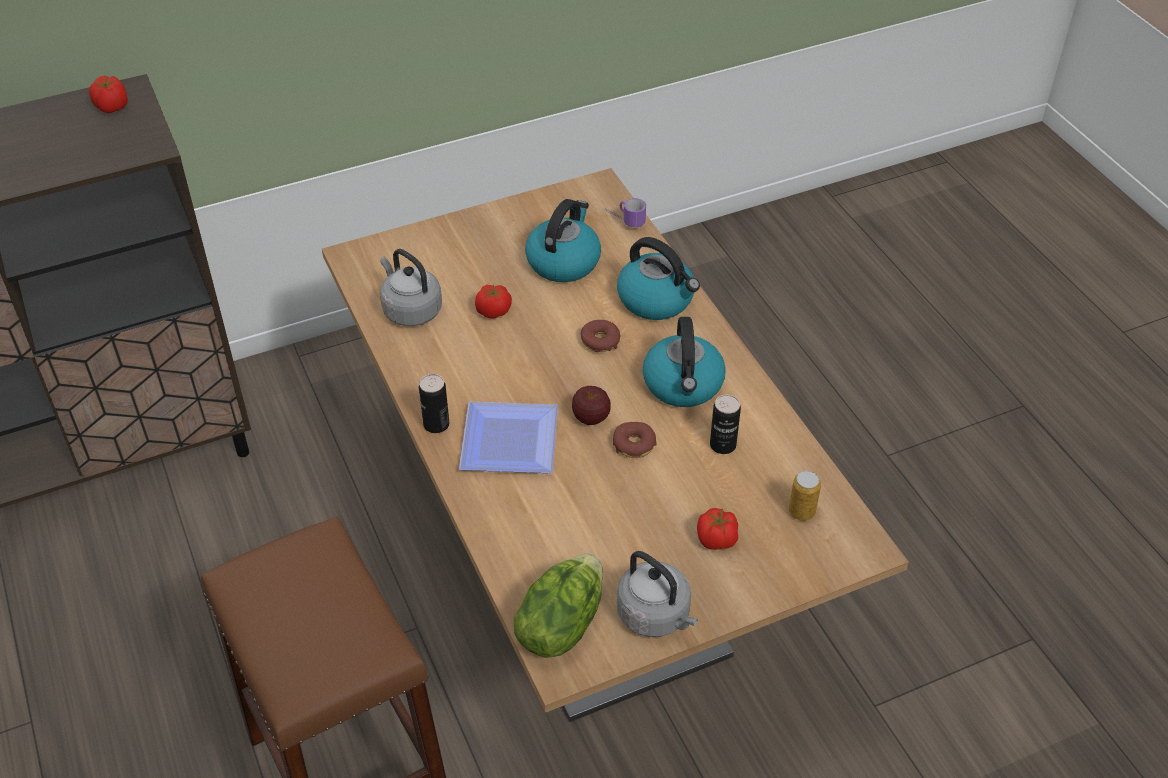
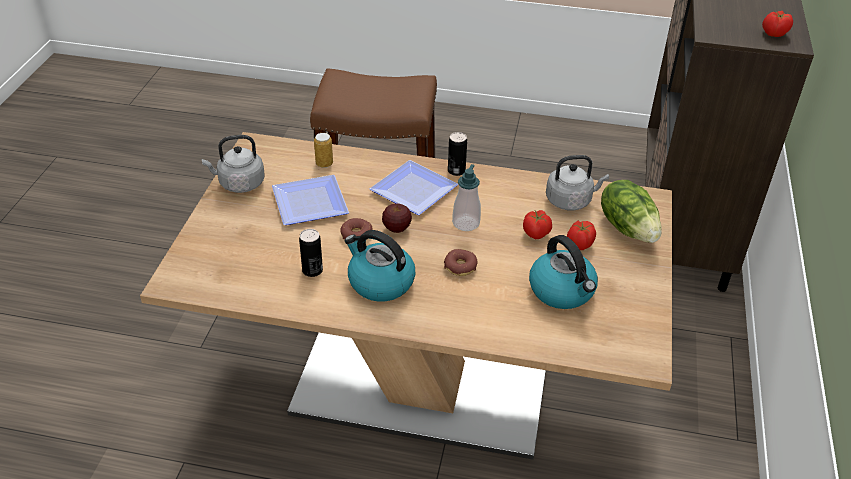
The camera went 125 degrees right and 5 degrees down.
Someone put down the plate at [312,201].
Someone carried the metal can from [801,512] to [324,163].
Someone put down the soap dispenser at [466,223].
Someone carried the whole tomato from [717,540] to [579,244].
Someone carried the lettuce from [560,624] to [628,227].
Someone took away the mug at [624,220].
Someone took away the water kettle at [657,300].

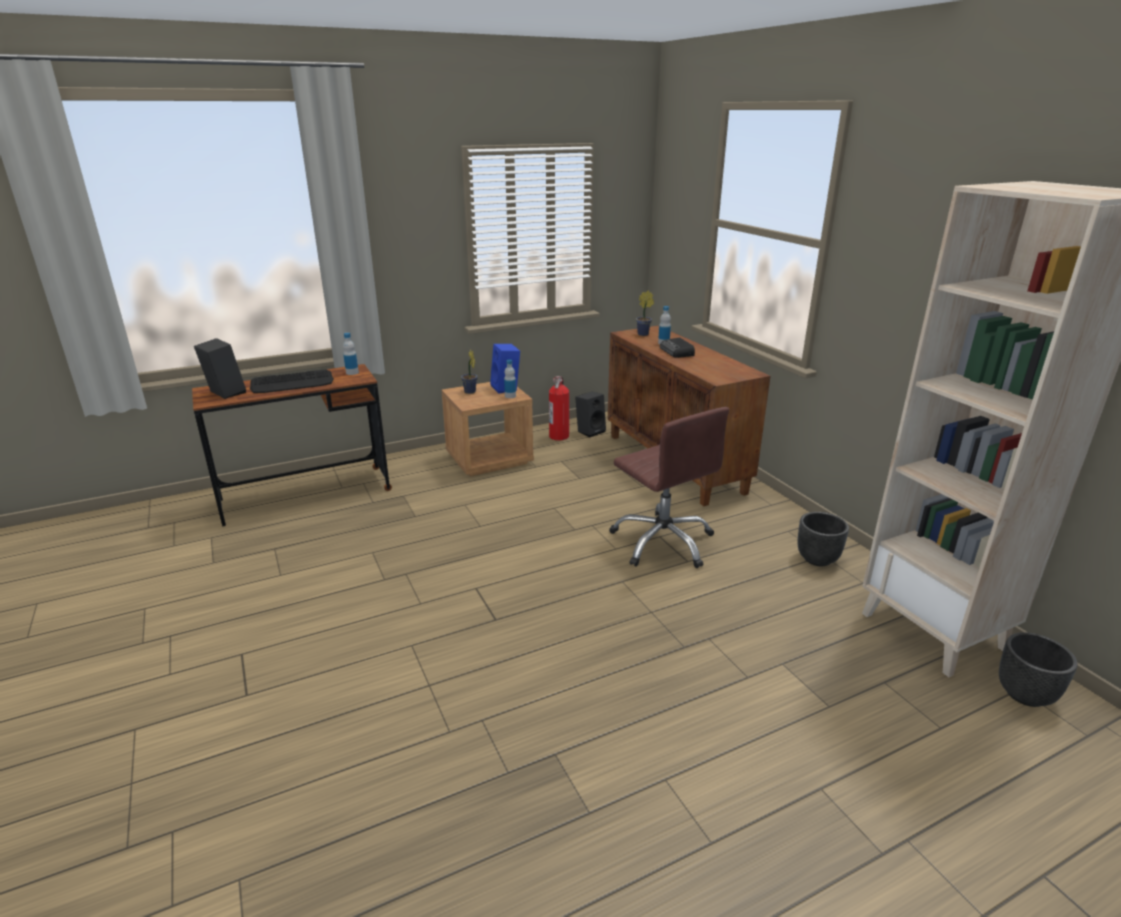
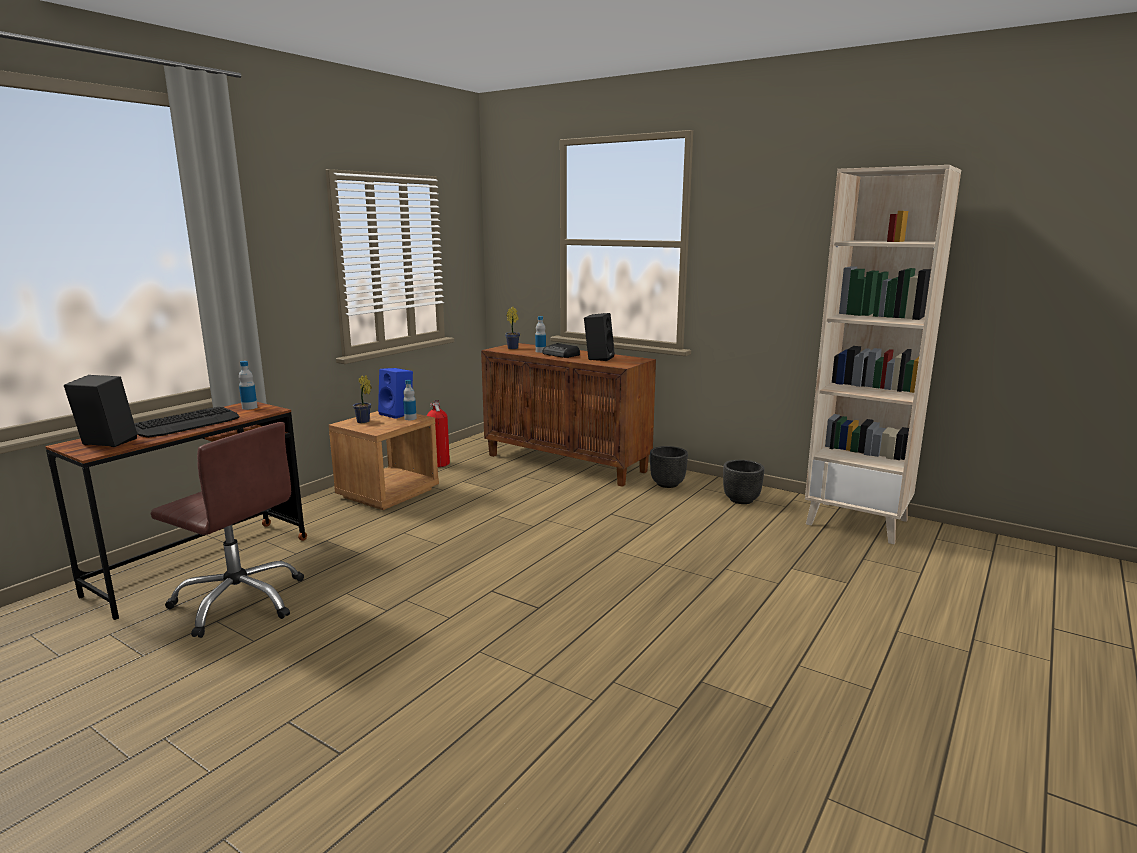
The camera went 30 degrees left and 10 degrees down.
Someone carried the office chair (brown-coloured) from [663,541] to [240,601].
Someone carried the speaker (black) from [590,431] to [598,358].
Someone carried the flower pot (black) from [1026,695] to [668,484].

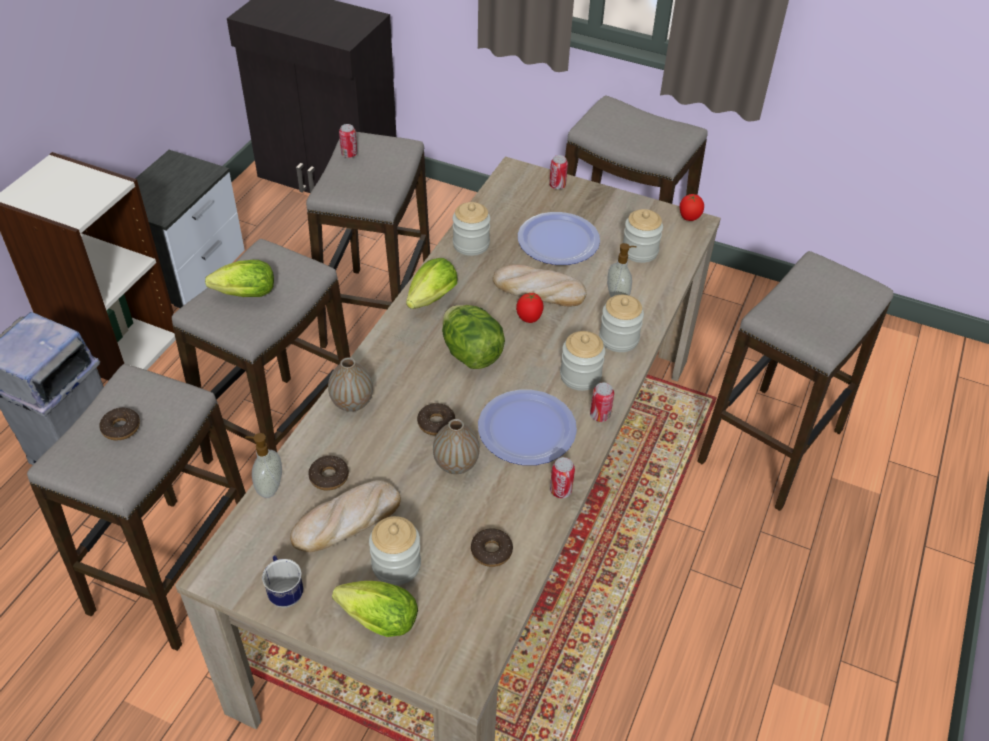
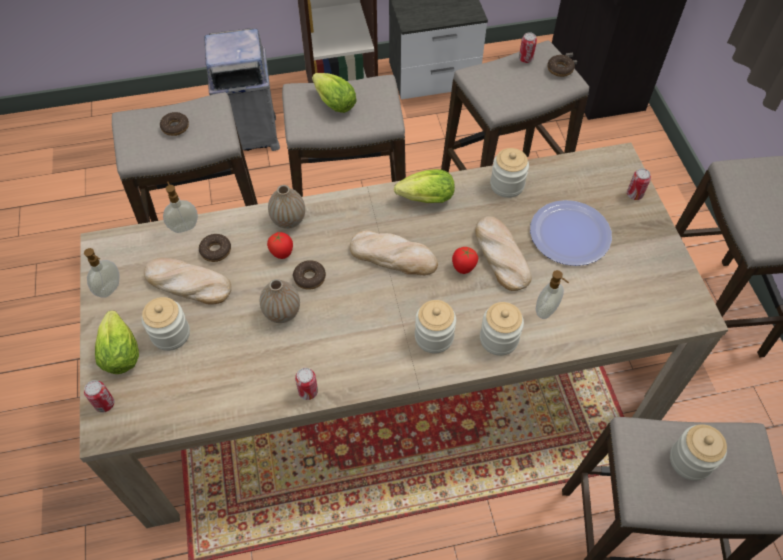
The camera went 55 degrees right and 10 degrees up.
Someone swapped the mug at [284,591] for the soap dispenser at [110,289].
Someone carried the metal can from [600,415] to [105,404].
Someone carried the whole tomato from [689,218] to [282,253].
Someone swapped the lettuce at [471,354] for the bread at [393,256].
Someone carried the ring doughnut from [491,551] to [560,69].
Someone carried the jar from [639,251] to [690,460].
Someone took away the plate at [526,429].

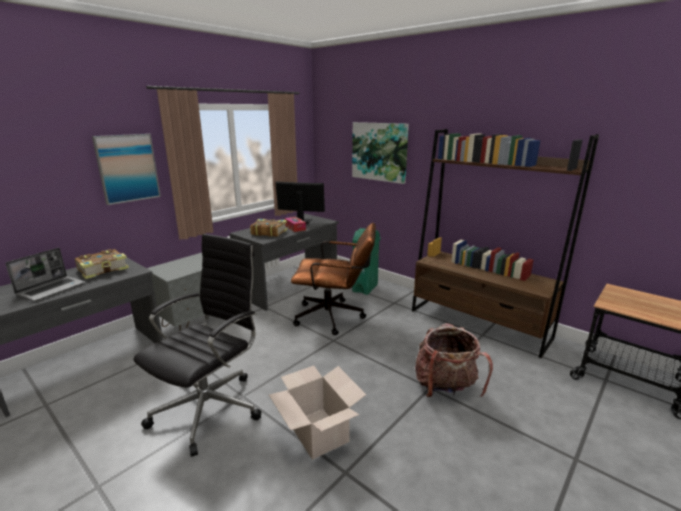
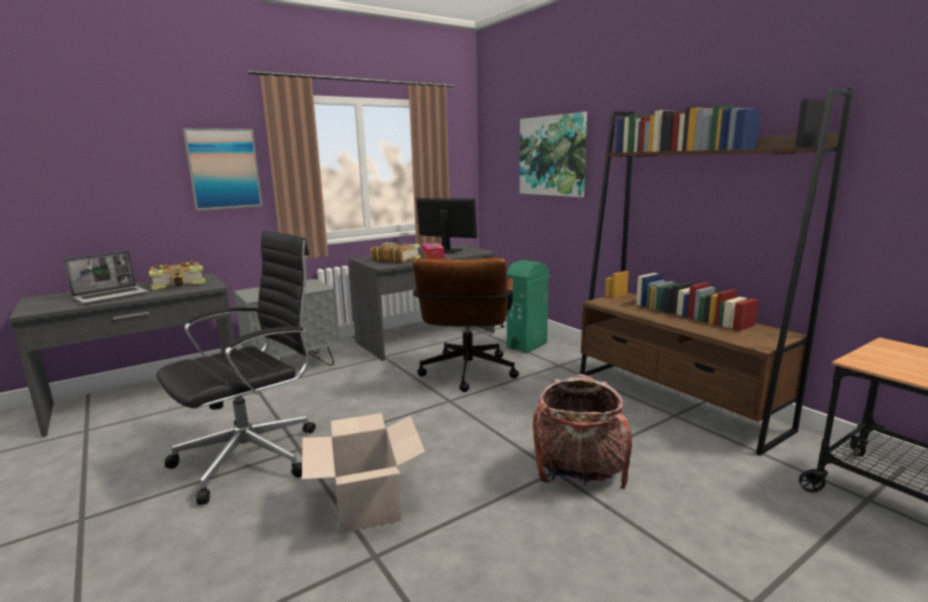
The camera went 15 degrees right and 5 degrees down.
Someone rotated the office chair (brown-coloured) at [335,317] by 75 degrees clockwise.

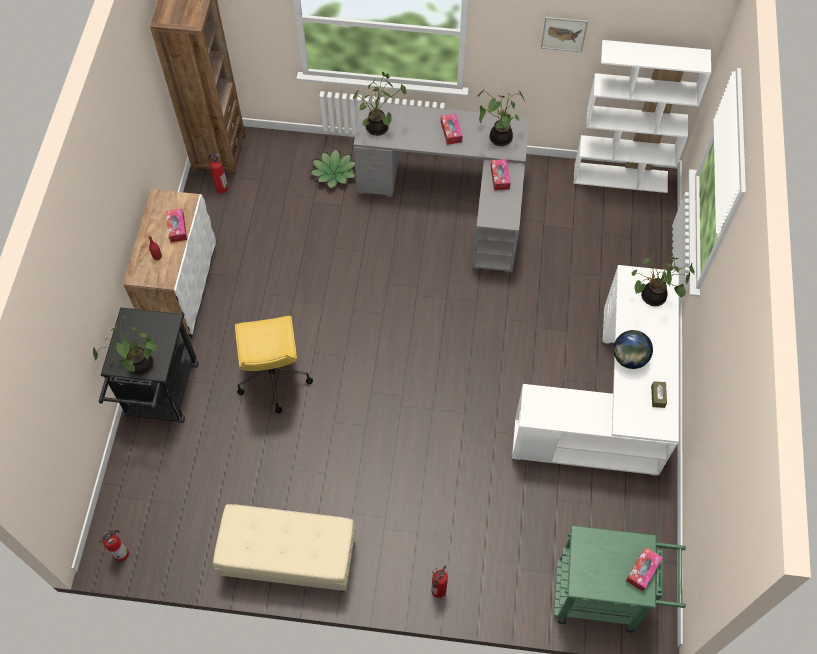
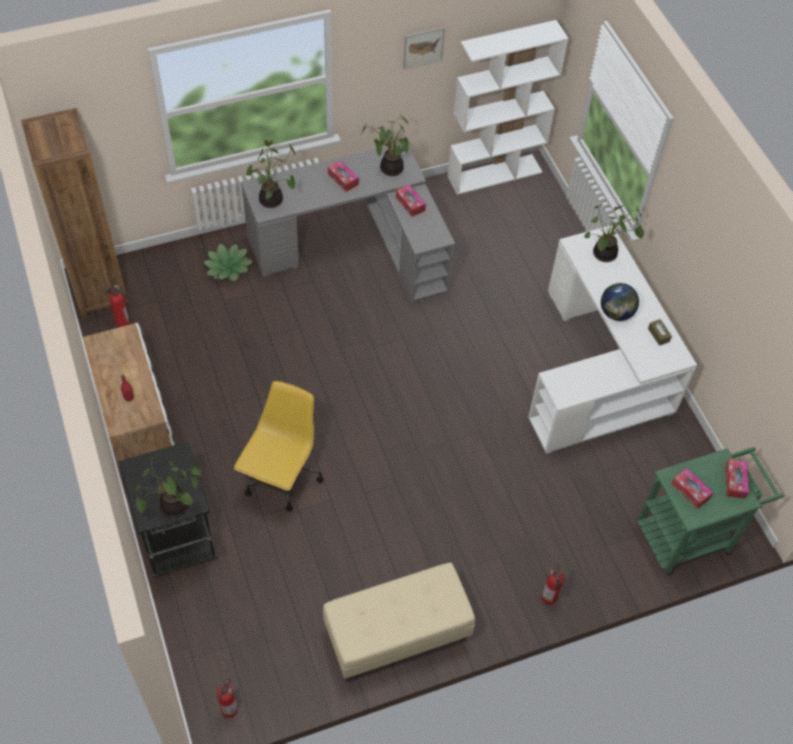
The camera went 30 degrees left and 5 degrees down.
Someone rotated the office chair (yellow) at [273,377] by 120 degrees counterclockwise.
Someone carried the box of tissues from [177,228] to [690,491].

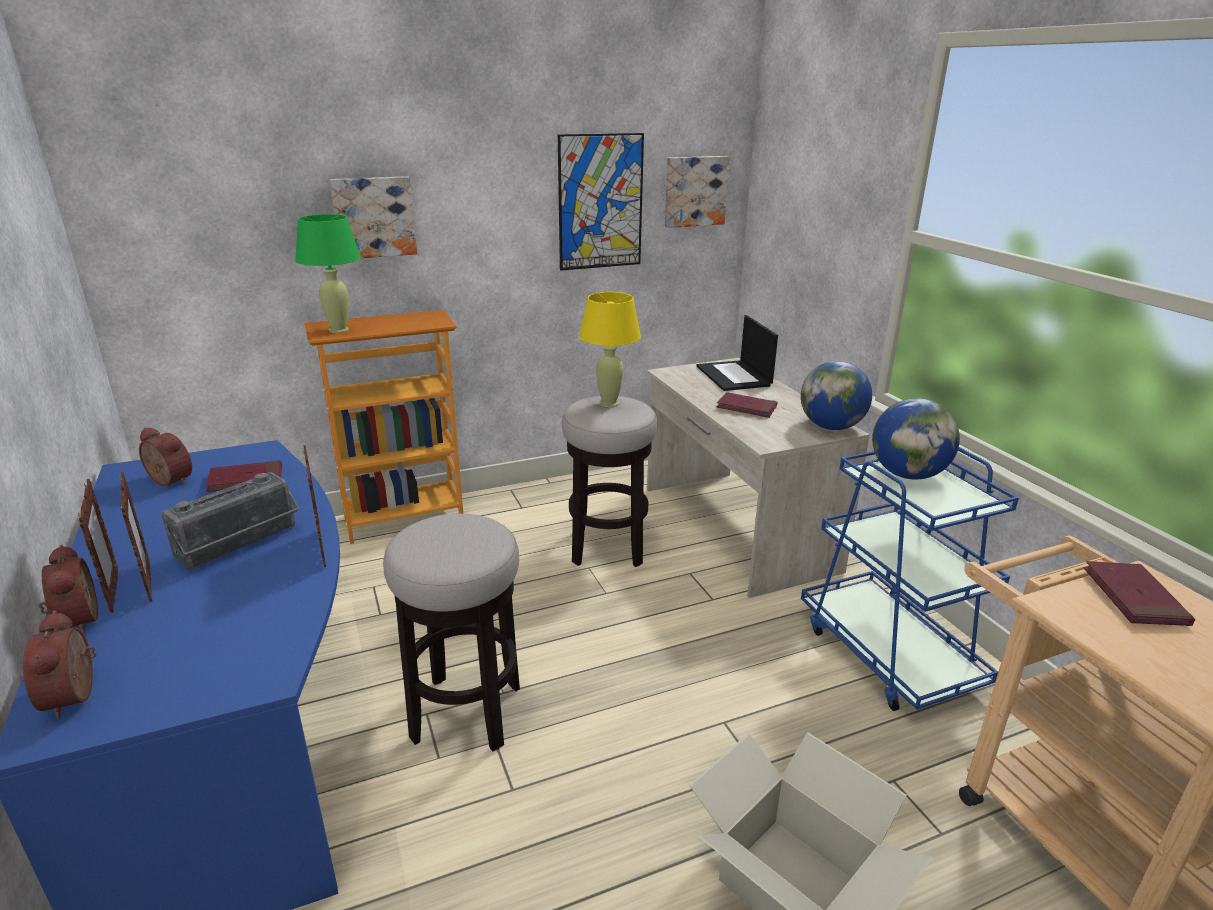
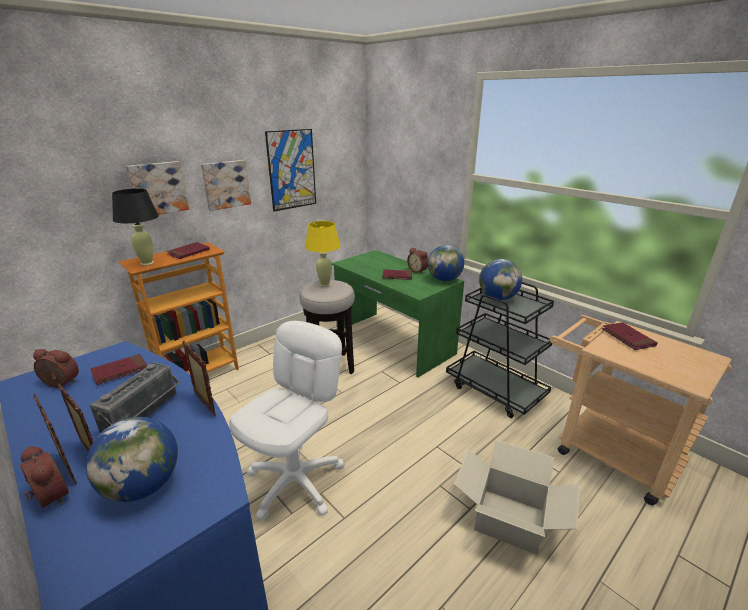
The camera went 20 degrees left and 0 degrees up.
Someone put down the desk globe at [143,486].
Someone repainted the tabletop lamp (green-coloured) at [339,330], which became the tabletop lamp (black) at [147,263].
Someone put down the bound book (red) at [189,252].
Someone carried the wall art from [694,191] to [226,184].
Someone swapped the stool seat at [467,713] for the office chair (whitish) at [296,481].
Someone repainted the desk unit (beige) at [735,528], which became the desk unit (green-coloured) at [393,342].
Someone carried the bedside clock from [76,695] to [418,270].
Someone repainted the wheeled cart (blue-coloured) at [888,654], which became the wheeled cart (black) at [495,390].
Someone took away the portable computer at [734,376].

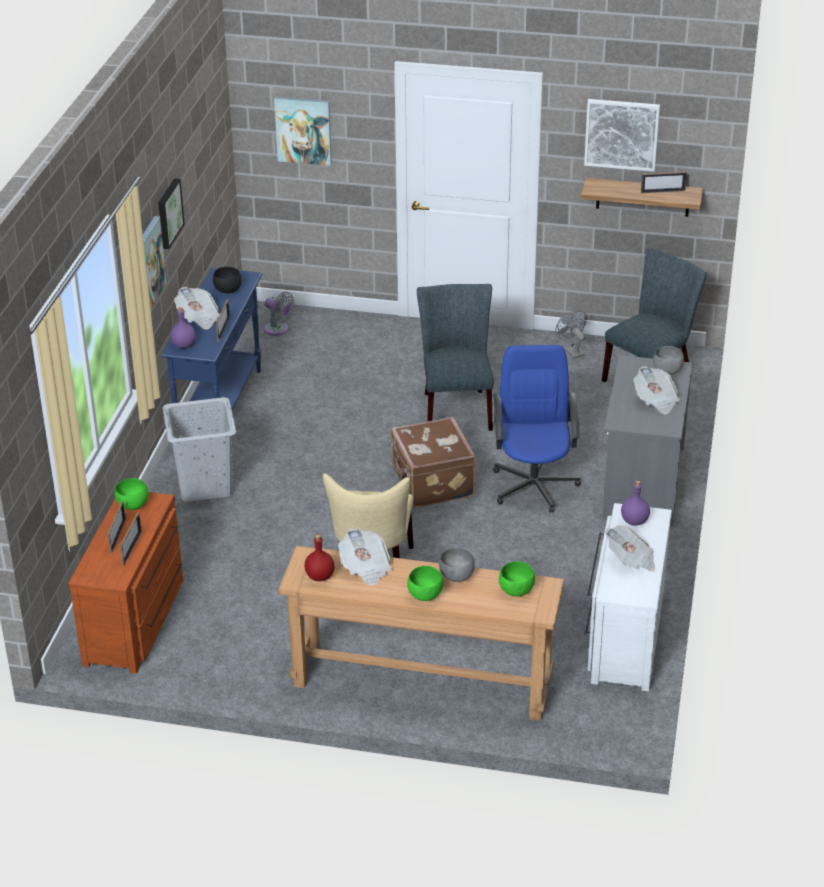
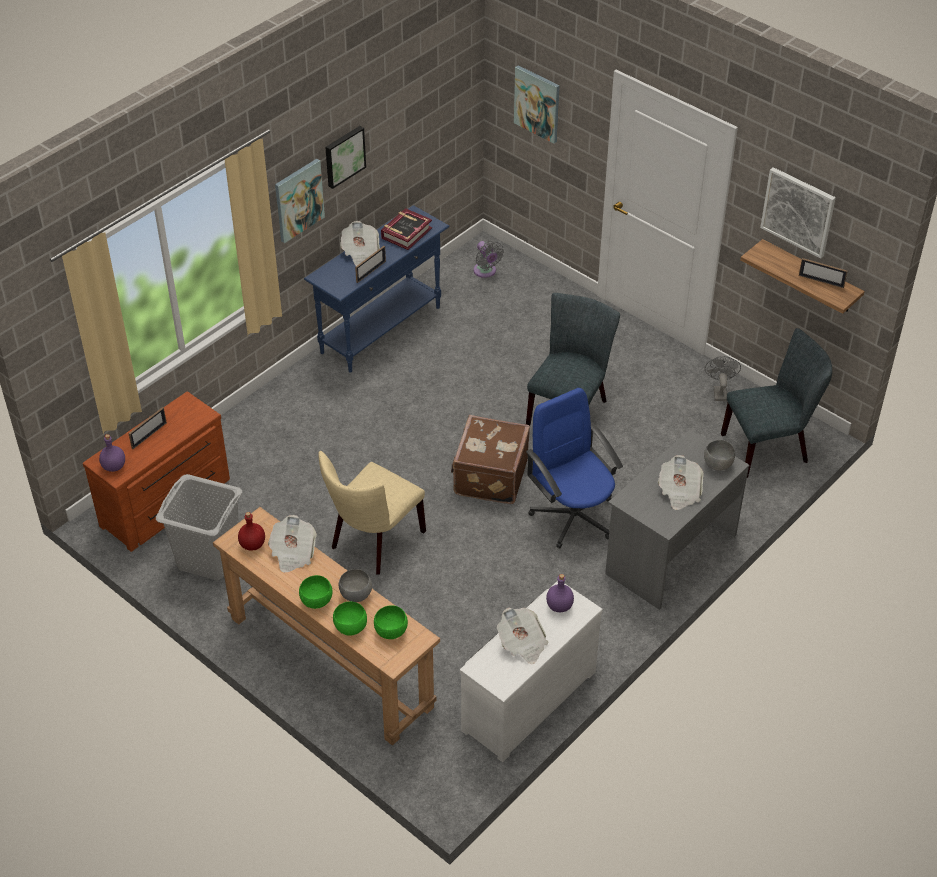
The camera went 30 degrees right and 10 degrees up.
Someone carried the beverage bottle (purple) from [184,345] to [114,466].
Someone carried the hamper (greyish) from [205,486] to [209,558].
Someone carried the deep dish (green-coloured) from [132,506] to [350,628].
Someone swapped the deep dish (black) at [227,290] for the bound book at [406,233].
Someone rotated the office chair (blue-coloured) at [534,485] by 60 degrees counterclockwise.
Someone took away the photo frame at [132,548].

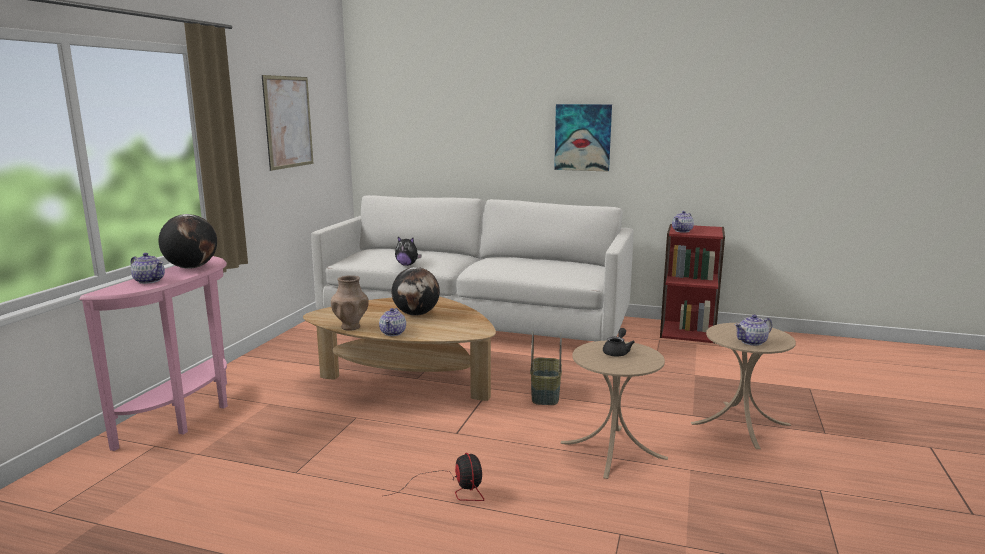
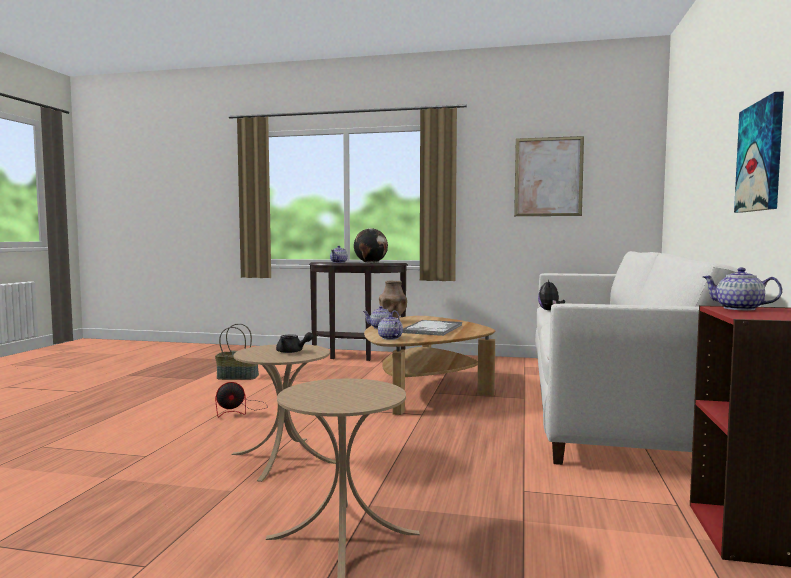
The camera went 85 degrees right and 10 degrees down.
Someone carried the basket from [544,394] to [238,377].
Someone repainted the narrow table (pinkish) at [188,415], which became the narrow table (brown-coloured) at [355,357].
Someone carried the pot for tea from [752,342] to [390,338].
Someone swapped the desk globe at [416,314] for the serving tray at [432,329].

